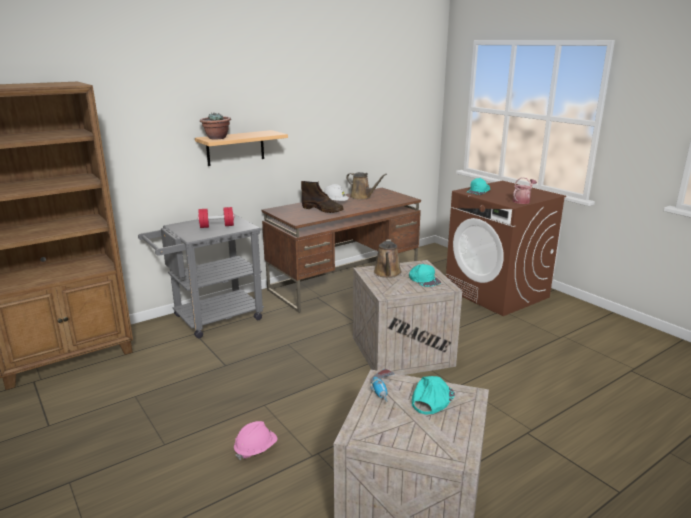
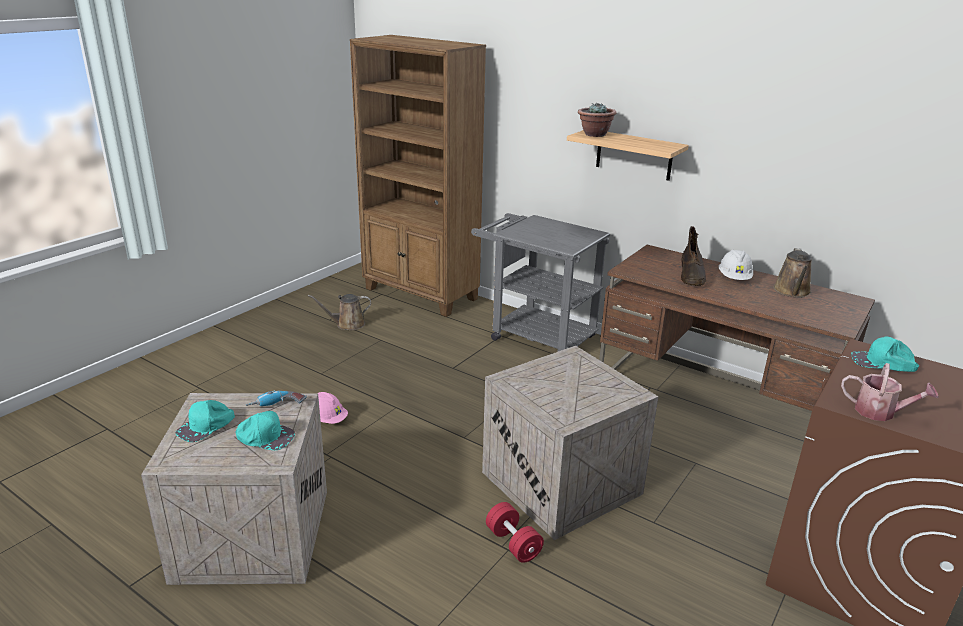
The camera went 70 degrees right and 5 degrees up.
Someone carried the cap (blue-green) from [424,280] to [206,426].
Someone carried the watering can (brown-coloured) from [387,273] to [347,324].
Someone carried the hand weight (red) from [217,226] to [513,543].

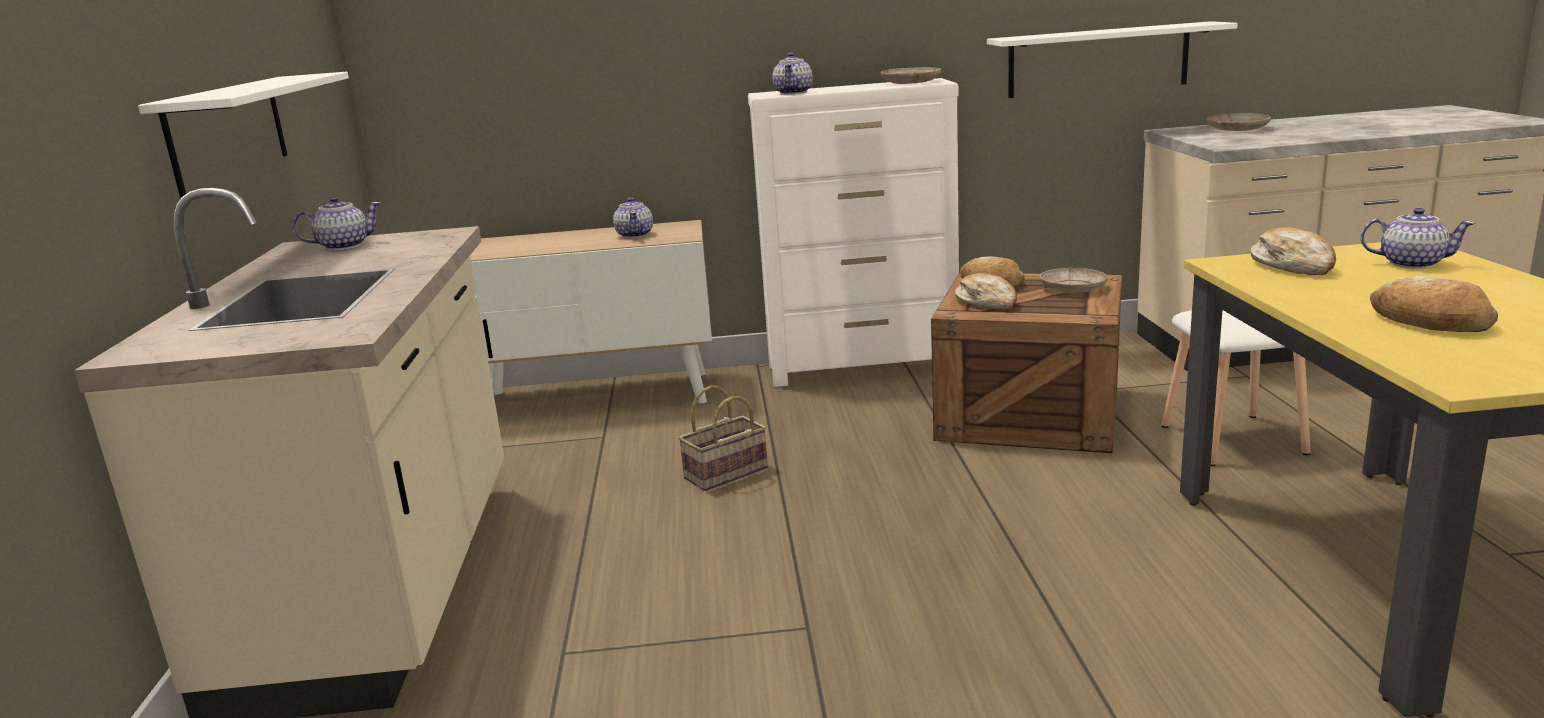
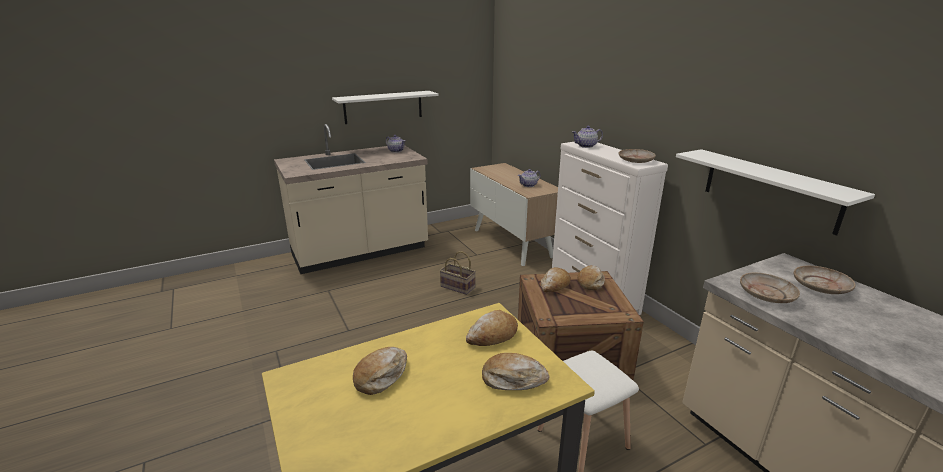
The camera went 65 degrees right and 5 degrees up.
Someone swapped the pot for tea at [1411,263] for the bread at [513,379].
Someone carried the plate (beige) from [1072,288] to [766,294].

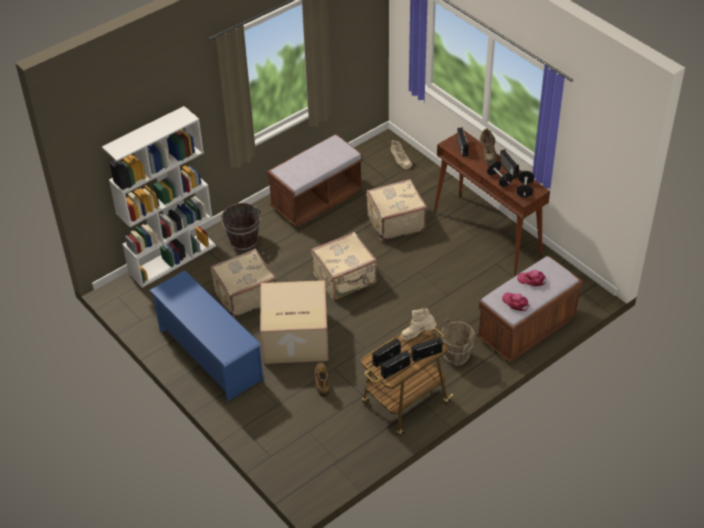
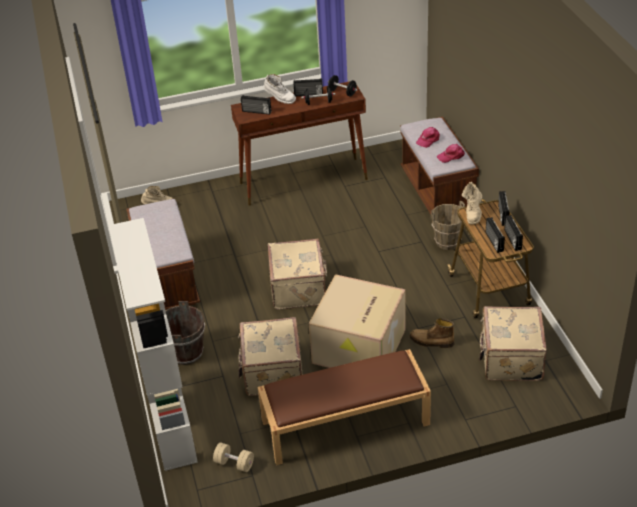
The camera went 65 degrees left and 5 degrees down.
Someone put down the hand weight (beige) at [234,463].
Someone swapped the shoe rack (blue-coloured) at [209,355] for the long seat (brown-coloured) at [344,423].
Someone repainted the high-top boot (brown-coloured) at [488,155], which became the high-top boot (whitish) at [279,99].
Someone carried the suitcase (beige) from [395,222] to [510,359].

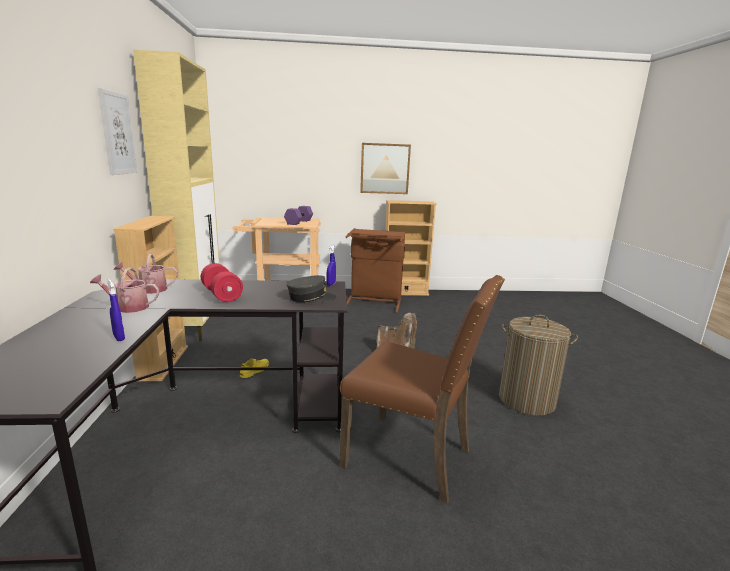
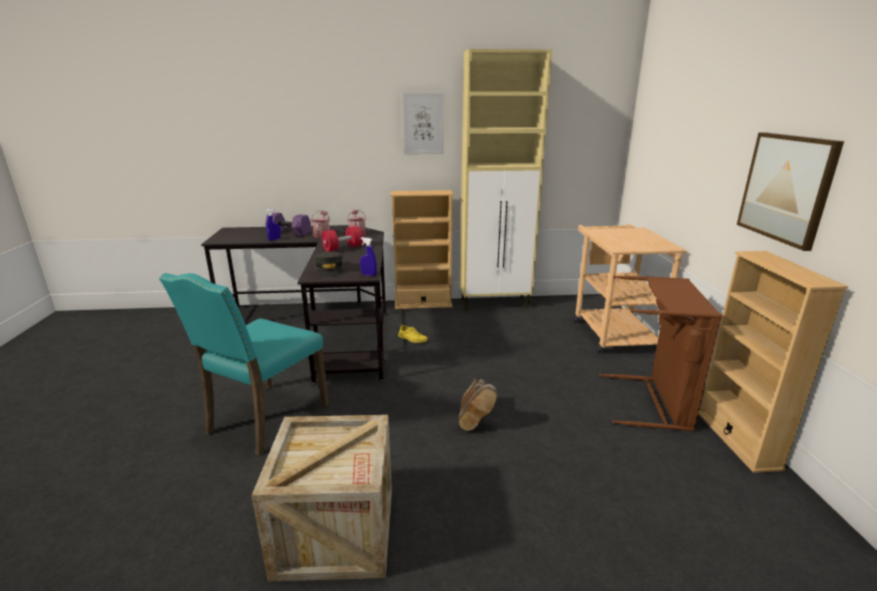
The camera went 90 degrees right and 5 degrees up.
Someone repainted the upright chair (brown-coloured) at [411,456], which became the upright chair (blue-green) at [265,419].
Someone swapped the hamper at [527,400] for the packing crate at [336,531].
Someone carried the hand weight (purple) from [298,222] to [290,232].

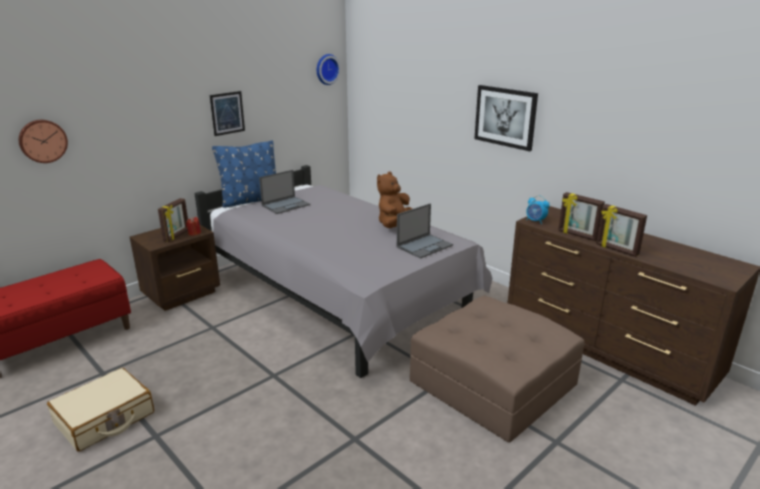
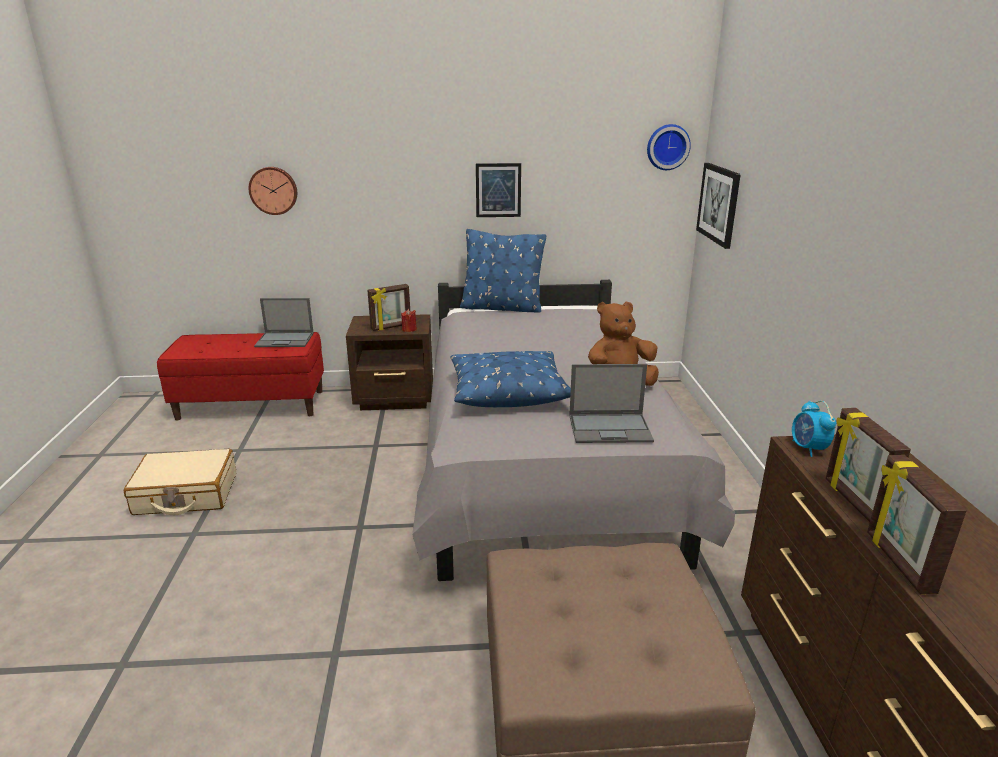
The camera went 40 degrees right and 0 degrees up.
Someone carried the portable computer from [286,205] to [285,340].
Someone put down the throw pillow (blue-coloured) at [507,391].
Someone carried the wall art from [505,117] to [718,204].

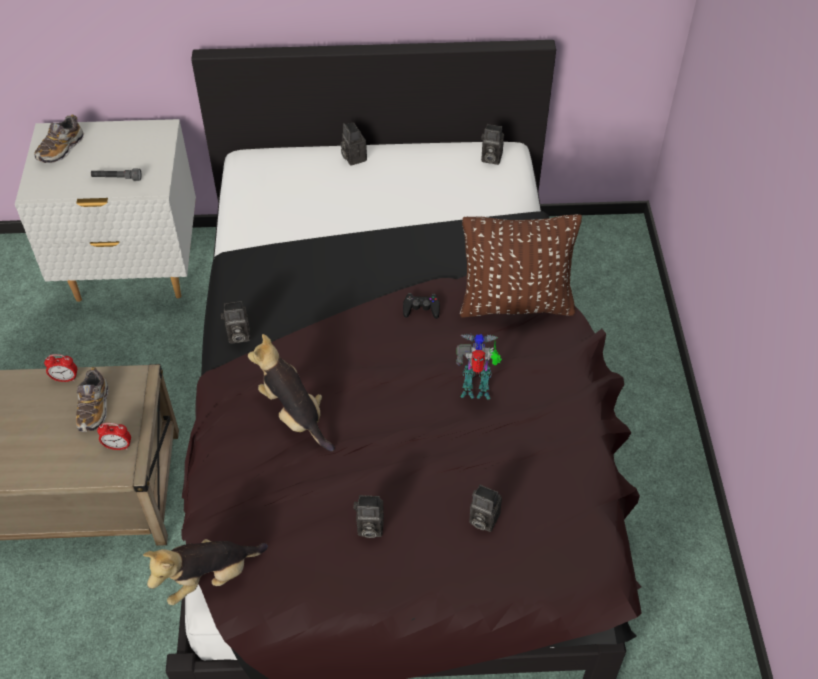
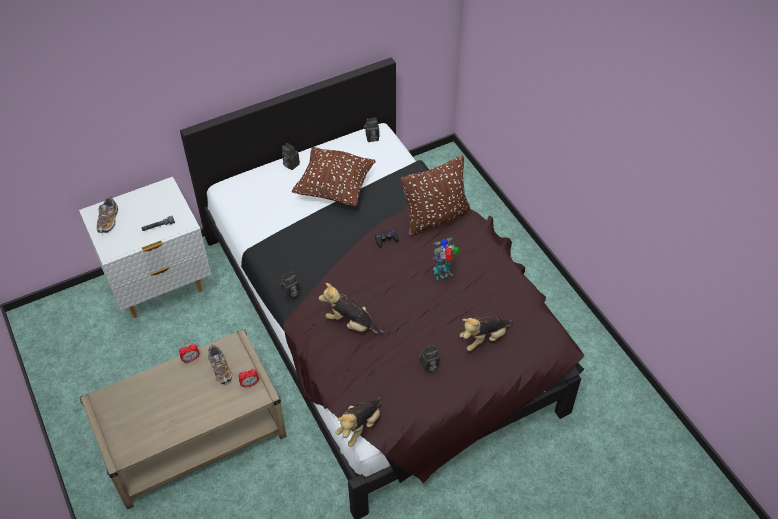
The camera went 25 degrees left and 0 degrees up.
Someone put down the throw pillow (brown-coloured) at [334,188].
Someone swapped the still camera at [482,519] for the cuddly toy at [484,338].

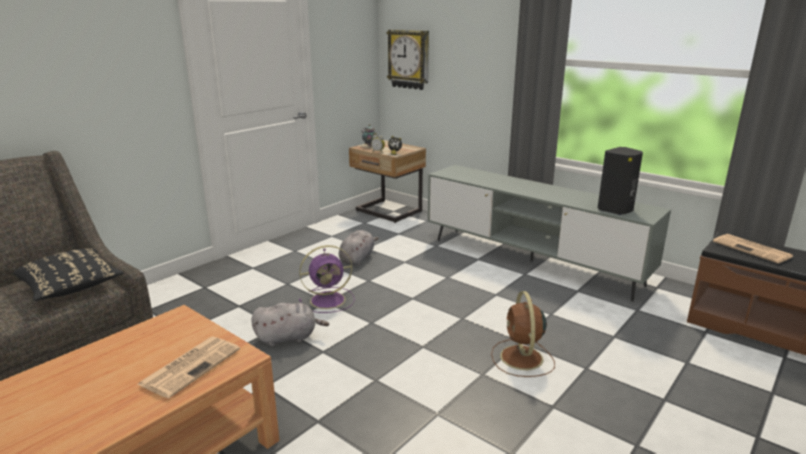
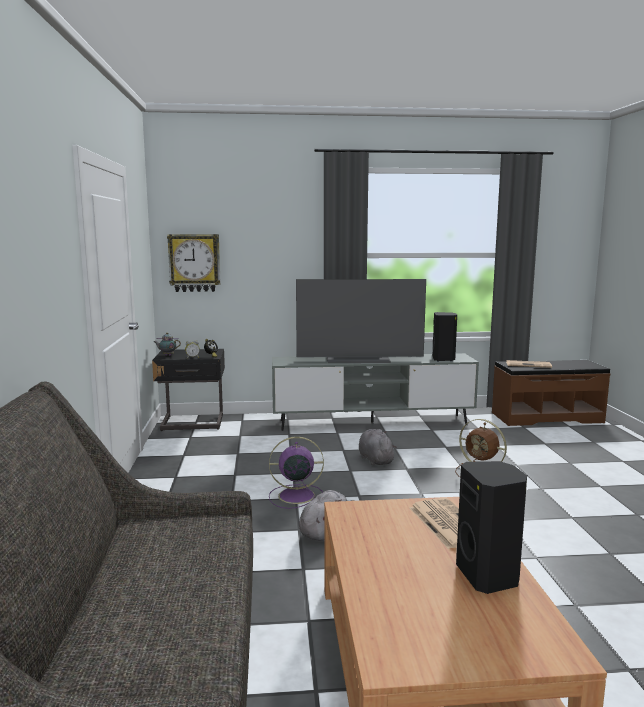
The camera went 45 degrees left and 10 degrees down.
Someone repainted the nightstand (beige) at [387,212], which became the nightstand (black) at [193,423].
Someone rotated the fan (purple) at [329,300] by 120 degrees counterclockwise.
Someone put down the television at [358,359].
Someone carried the cuddly toy (greyish) from [357,259] to [375,459].
Someone put down the speaker (black) at [489,576].
Someone took away the throw pillow (black) at [71,288].

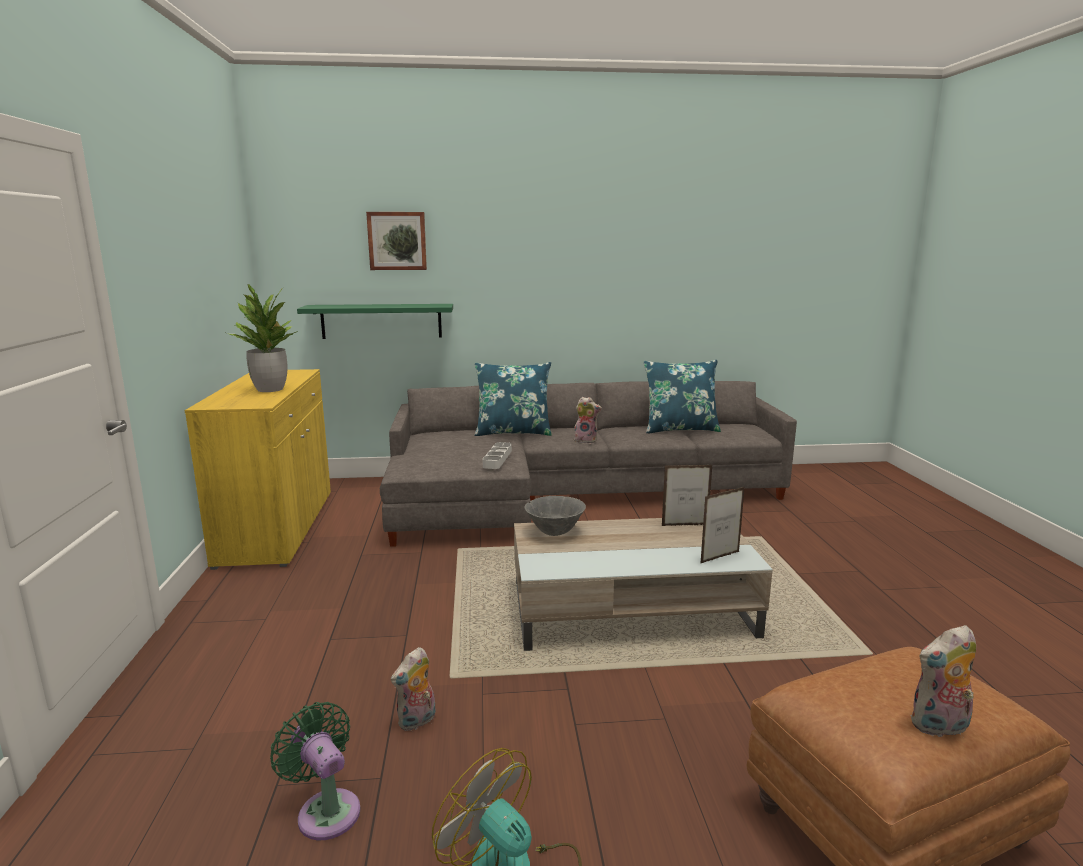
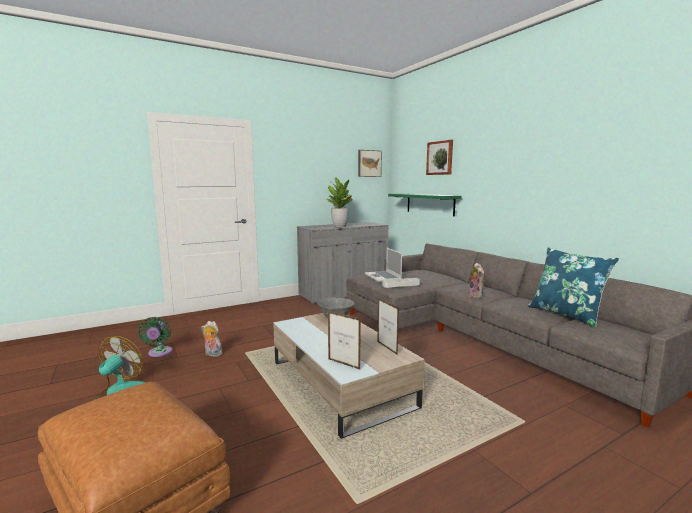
The camera went 65 degrees right and 5 degrees down.
Someone rotated the fan (green-coloured) at [326,810] by 150 degrees clockwise.
Someone repainted the storage cabinet (yellow) at [278,527], which became the storage cabinet (greyish) at [343,293].
Someone put up the wall art at [369,163].
Someone put down the portable computer at [383,277].
Someone took away the throw pillow (blue-coloured) at [513,432].
Someone took away the cuddly toy at [939,727].

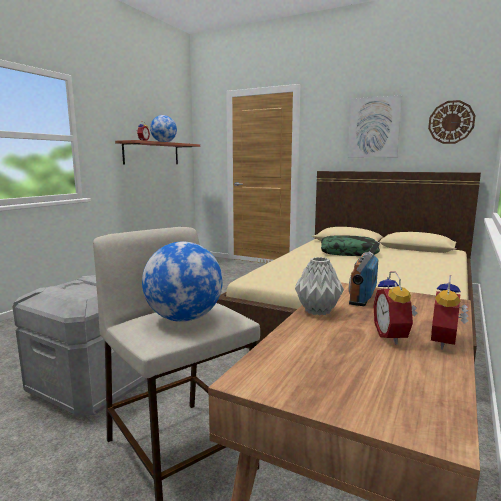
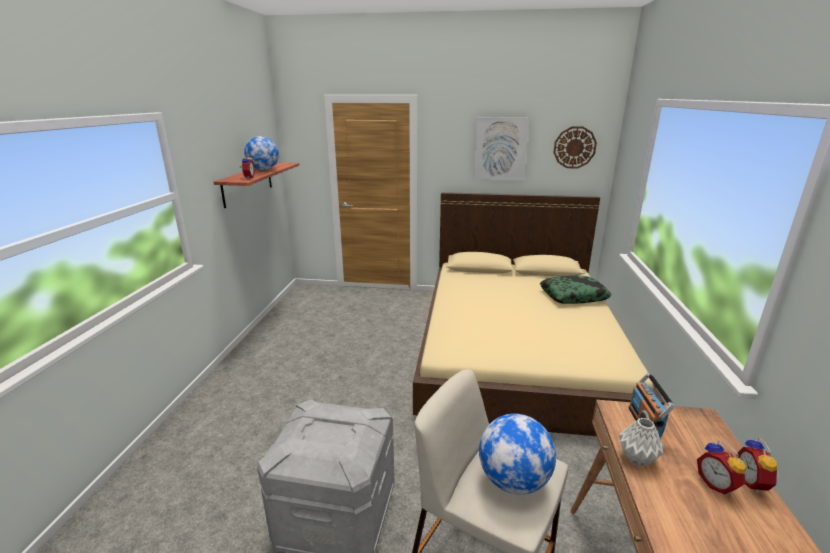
The camera went 20 degrees left and 10 degrees up.
Someone carried the throw pillow from [348,252] to [573,296].

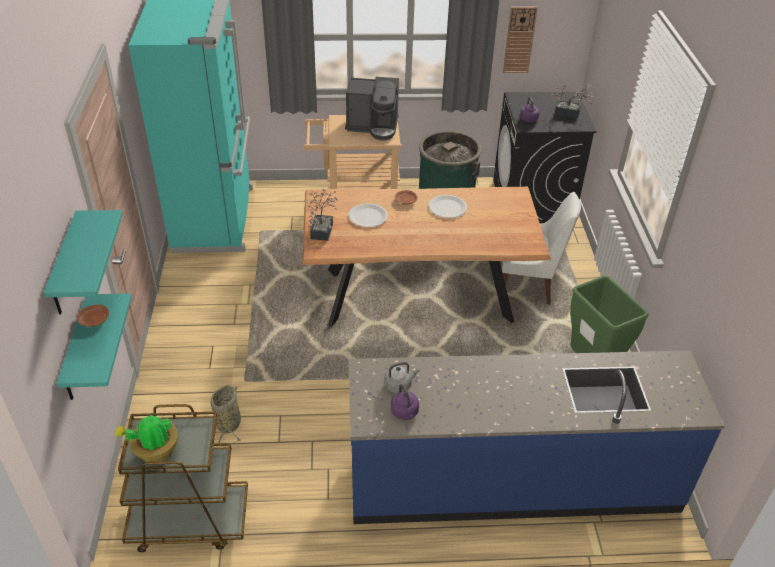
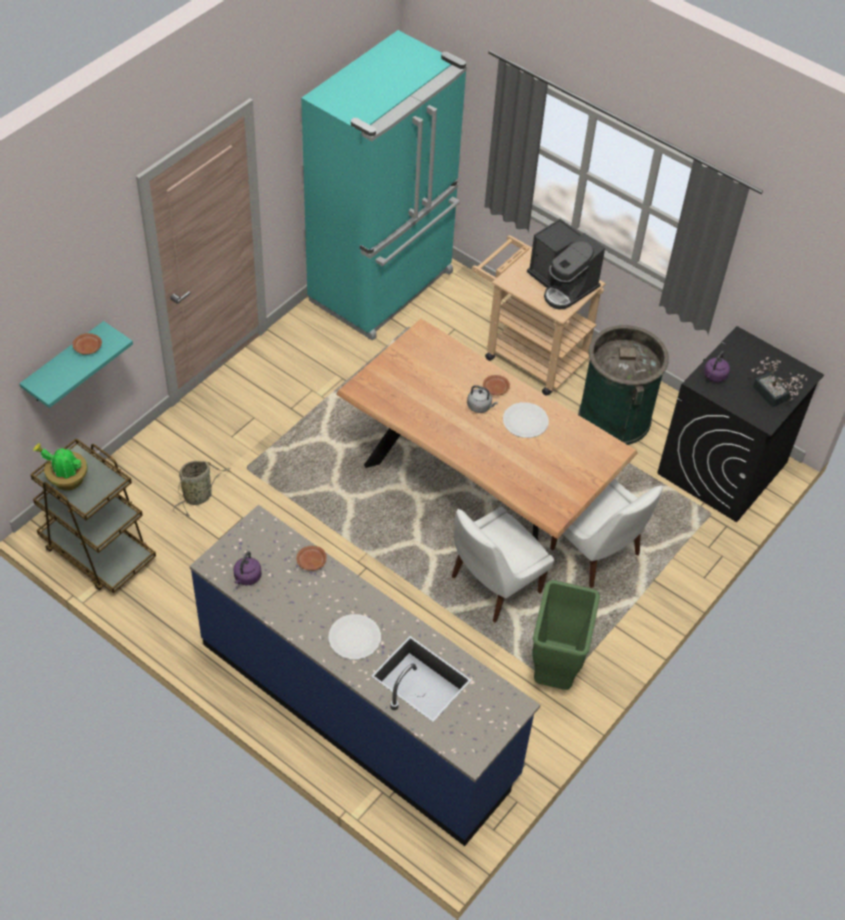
The camera went 40 degrees right and 10 degrees up.
Someone put down the plate (brown-coloured) at [311,561].
Someone carried the plate (whitish) from [367,216] to [354,637].
Someone put down the upright chair (whitish) at [493,586].
Someone carried the water kettle (greyish) from [399,385] to [480,406].
Someone took away the bracket shelf (blue-green) at [65,266].
Someone took away the houseplant at [323,229].
Someone took away the hanging clock at [519,40].

